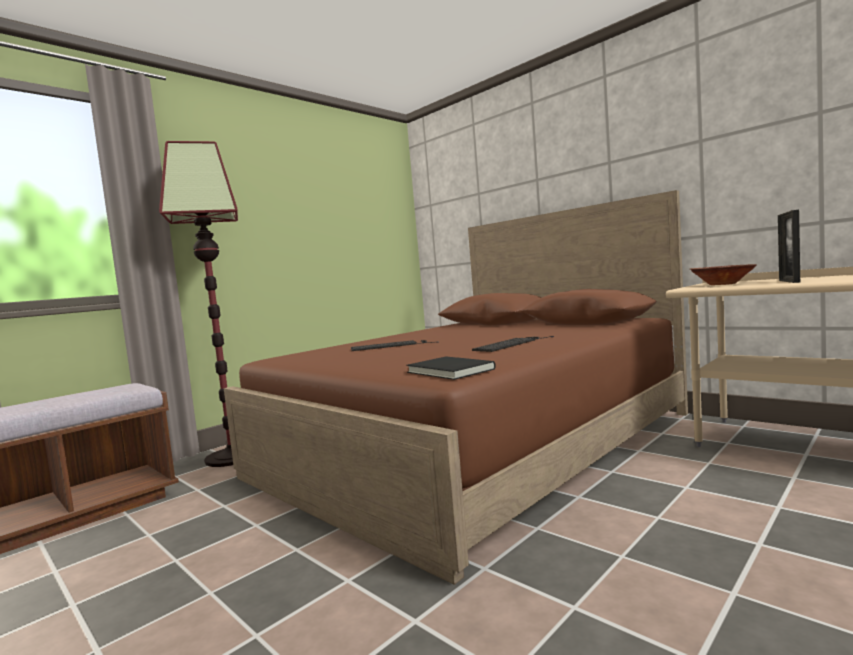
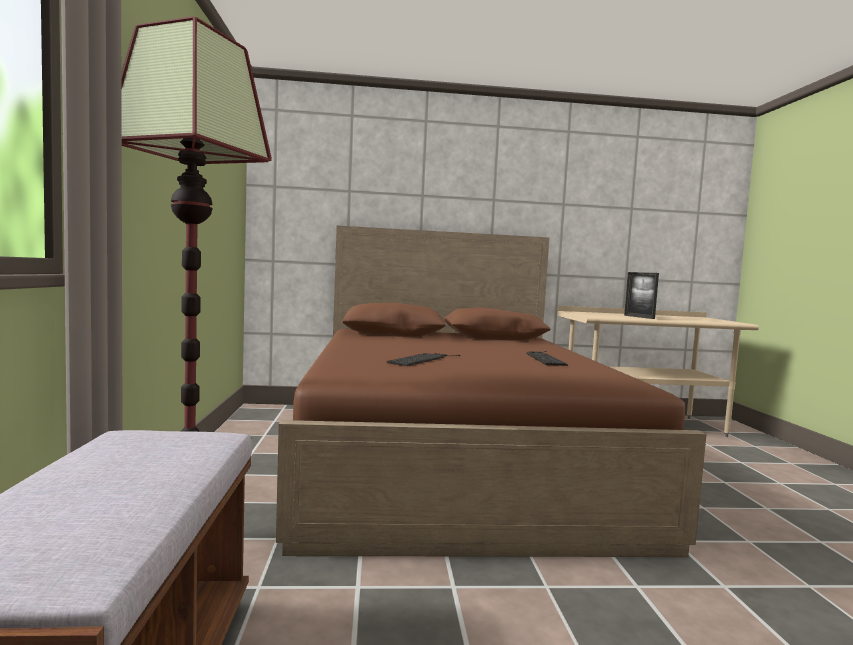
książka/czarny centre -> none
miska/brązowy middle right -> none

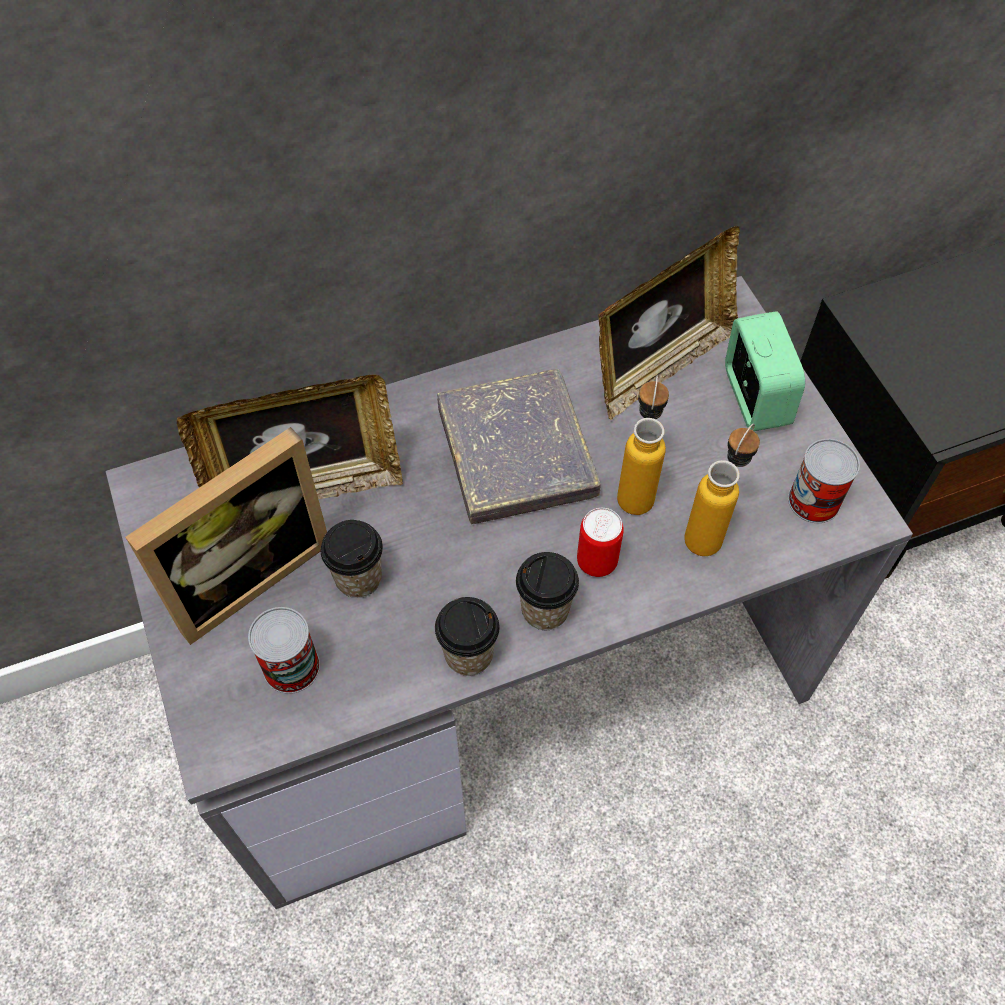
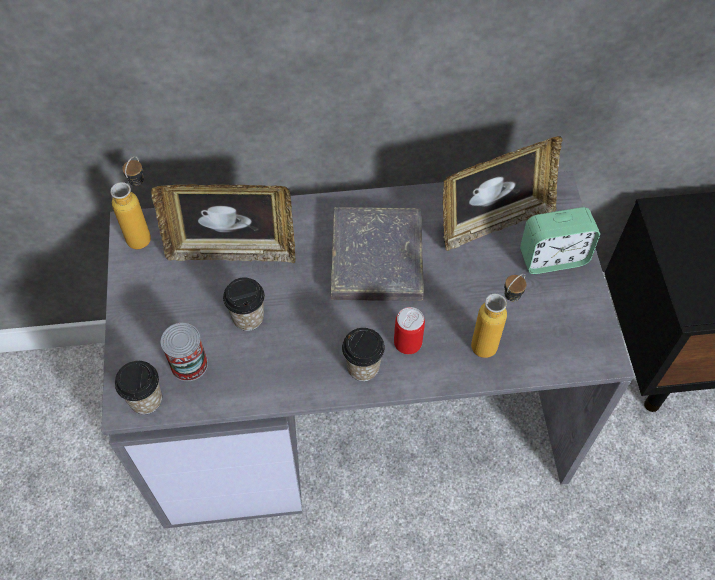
butelka (1st from left) centre -> butelka (1st from left) middle left, move
filiżanka (2nd from left in the first image) centre -> filiżanka (1st from left) bottom left, move
budzik middle right, 75 degrees clockwise
ramka na zdjęcie (1st from left) middle left -> none
puszka (3rd from left) middle right -> none

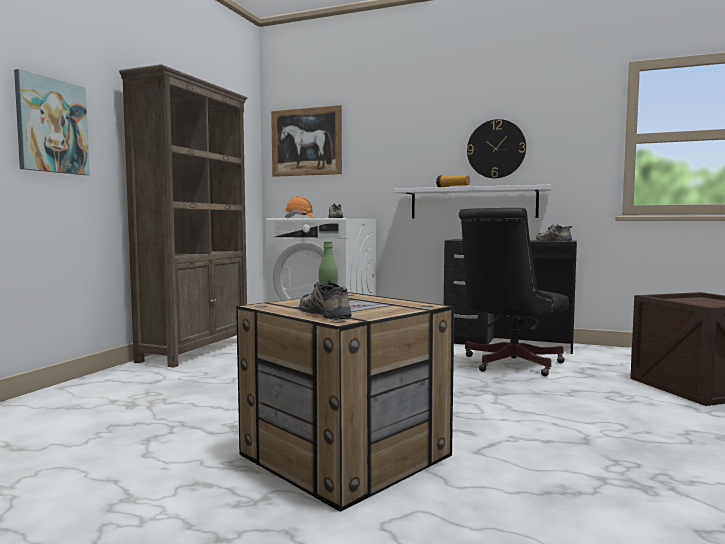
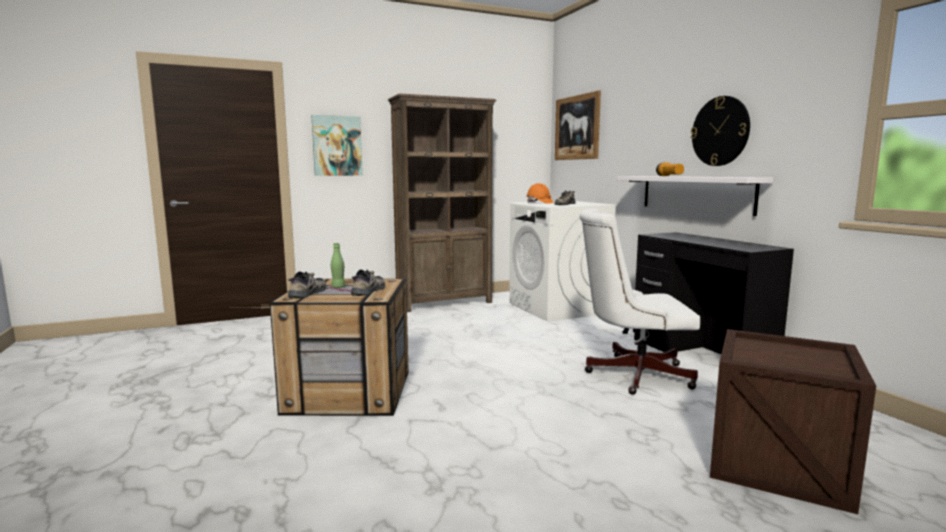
but (3rd from left in the first image) middle right -> but (2nd from left) centre, move
krzesło biurowe/czarny middle right -> krzesło biurowe/biały middle right

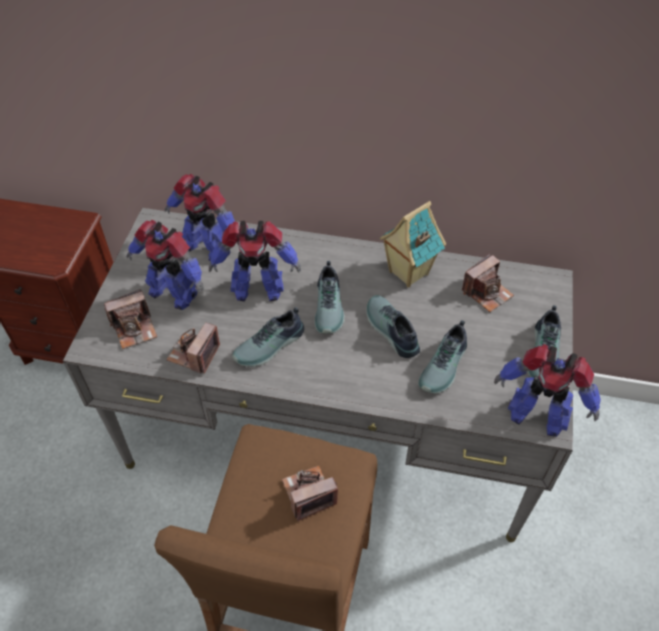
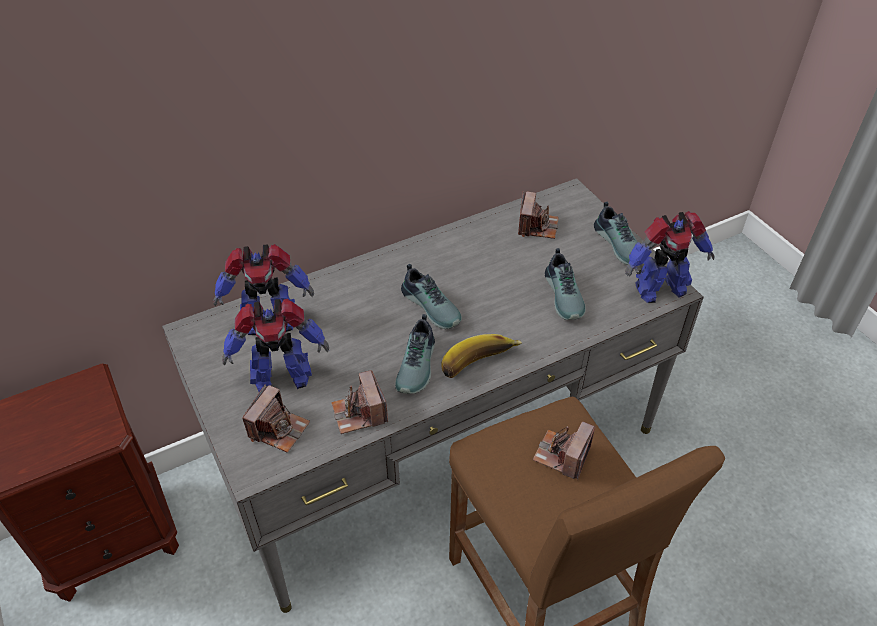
none -> banan centre
robot zabawkowy (3rd from left) centre -> none
but (3rd from left) centre -> none
domek centre -> none

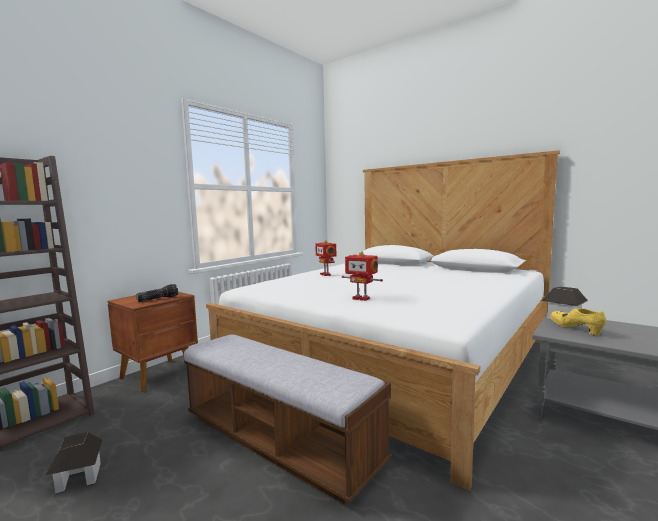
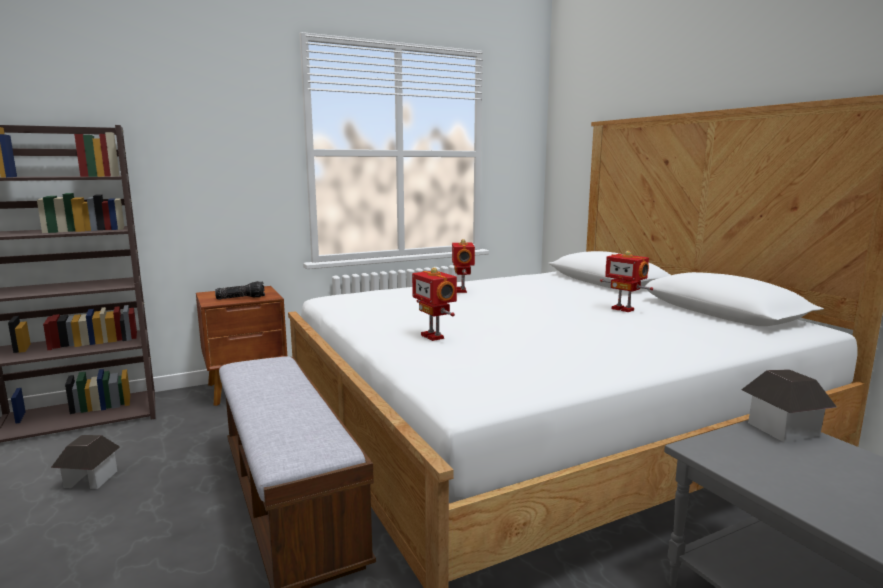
none -> robot zabawkowy (3rd from left) middle right
but/żółty middle right -> none

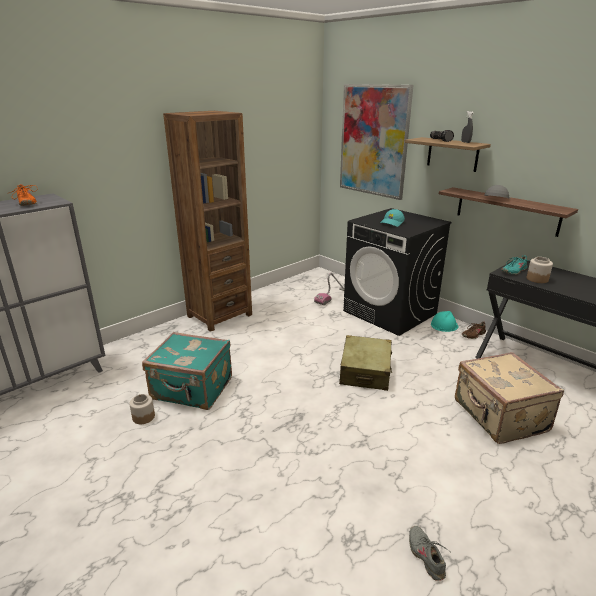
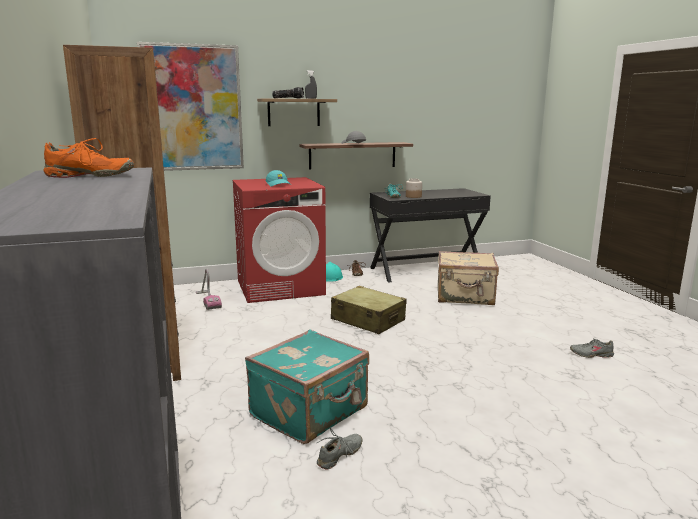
pralka/czarny centre -> pralka/czerwony centre
słoik (1st from left) bottom left -> but/szary (1st from left) bottom centre

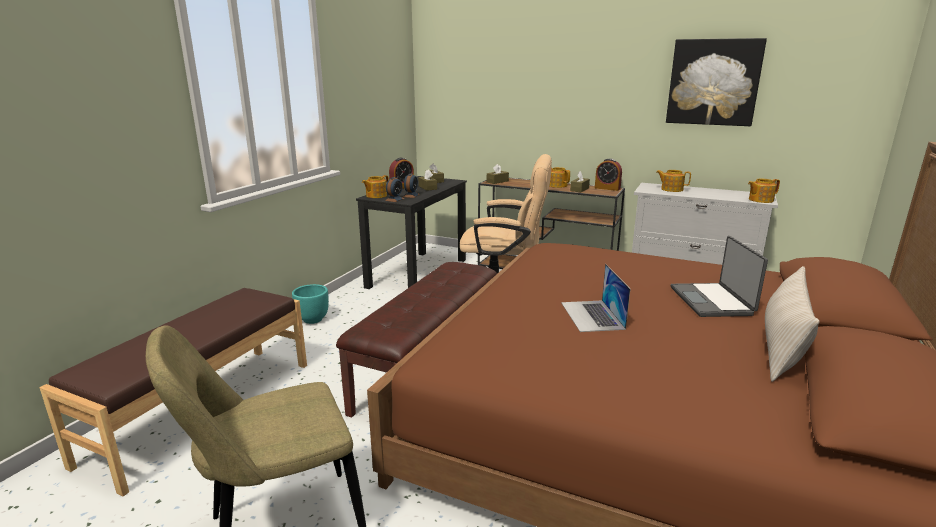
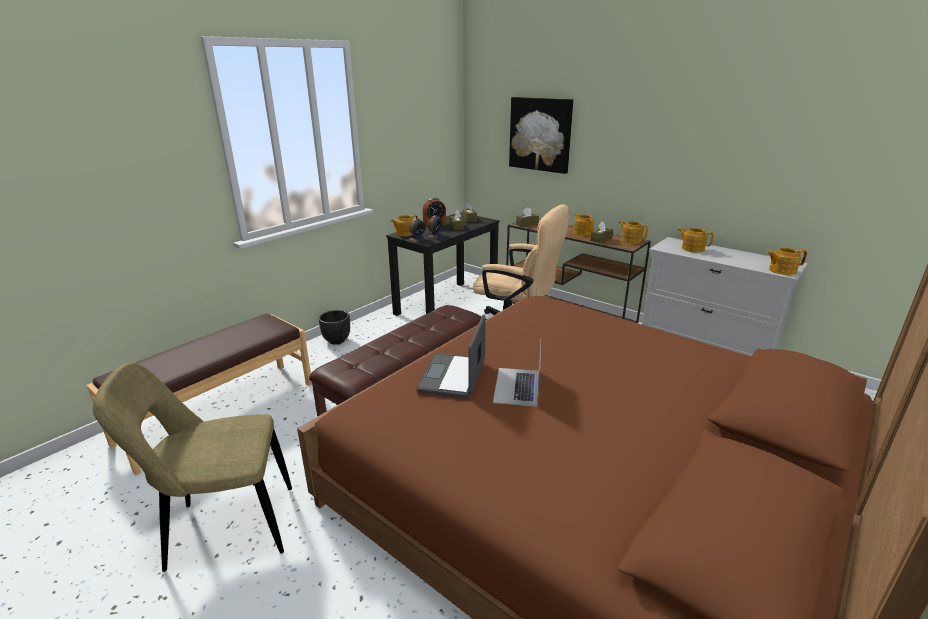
donica/turkusowy middle left -> donica/czarny centre
laptop (2nd from left in the first image) middle right -> laptop (1st from left) centre, move
obraz top right -> obraz top centre, move
budzik (4th from left) top centre -> imbryk (3rd from left) middle right
poduszka/beżowy middle right -> none

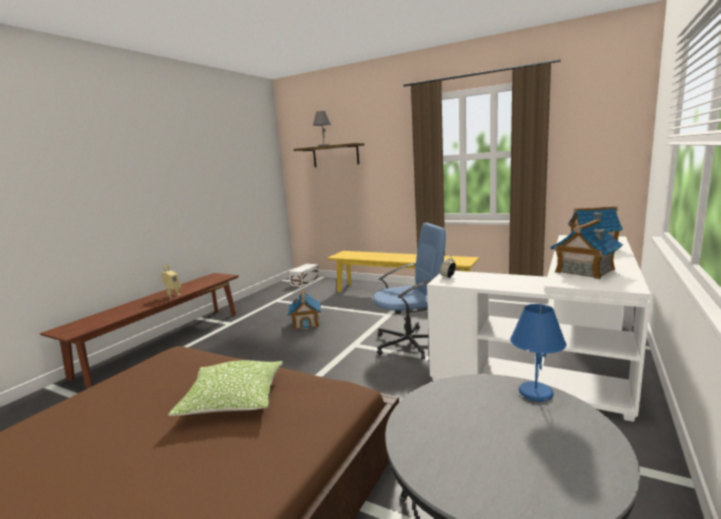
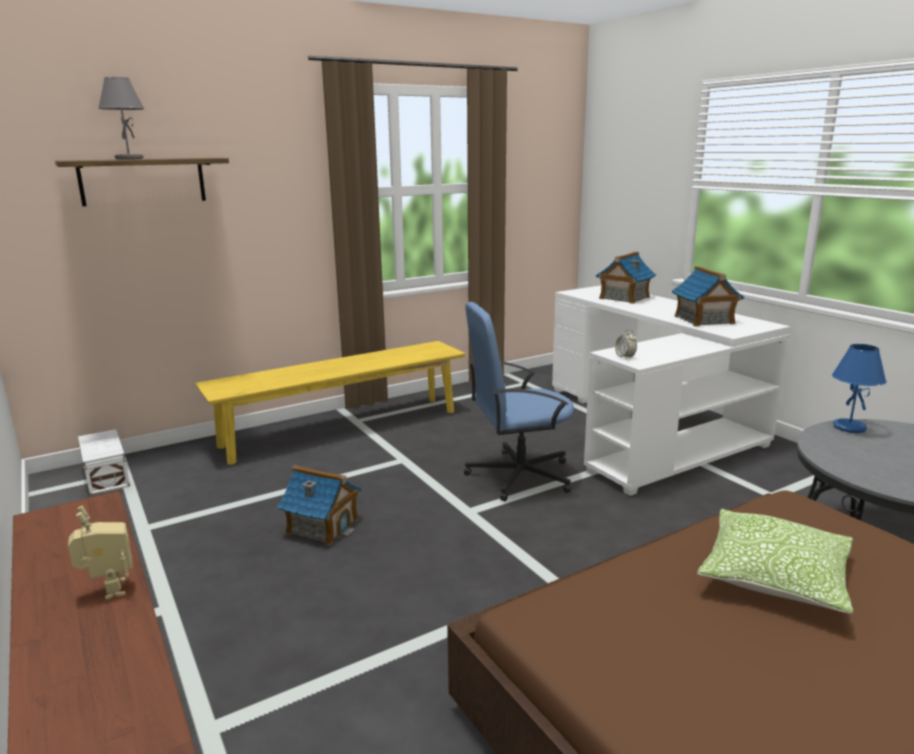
krzesło biurowe/niebieski centre, 120 degrees counterclockwise

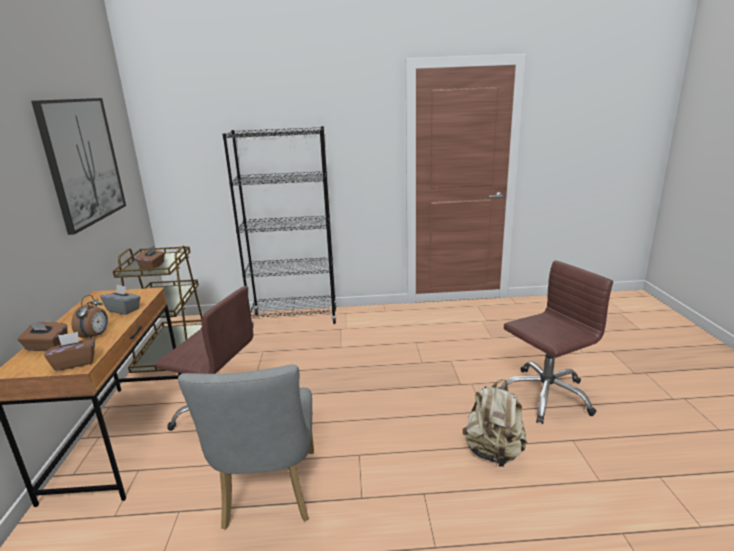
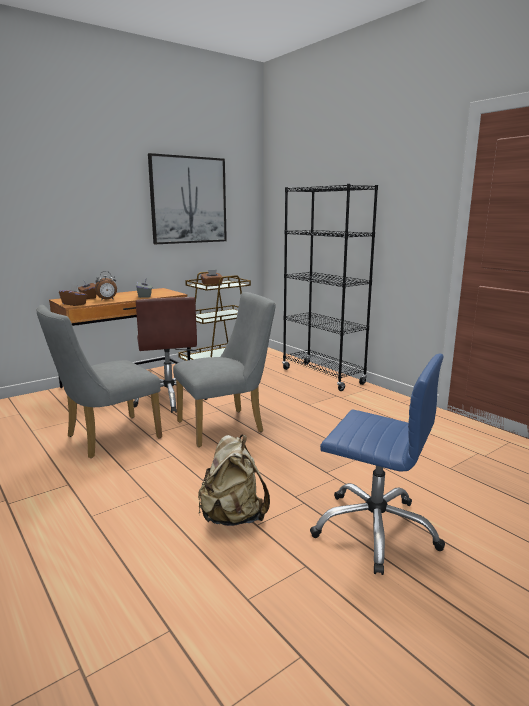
none -> krzesło/szary (2nd from left) centre
krzesło biurowe/brązowy (2nd from left) middle right -> krzesło biurowe/niebieski middle right

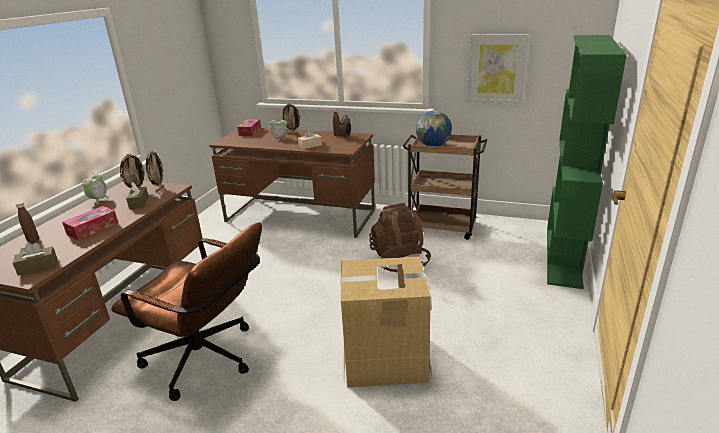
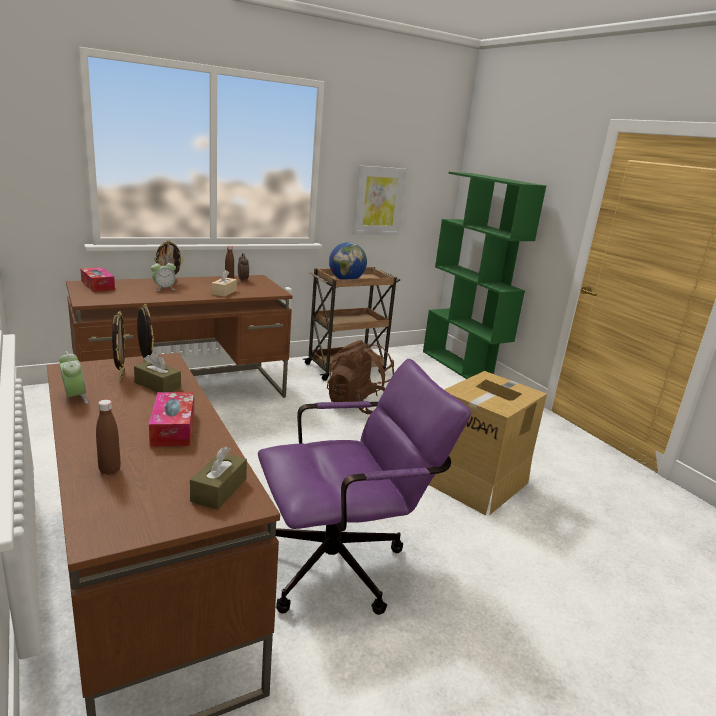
krzesło biurowe/brązowy bottom left -> krzesło biurowe/fioletowy bottom centre

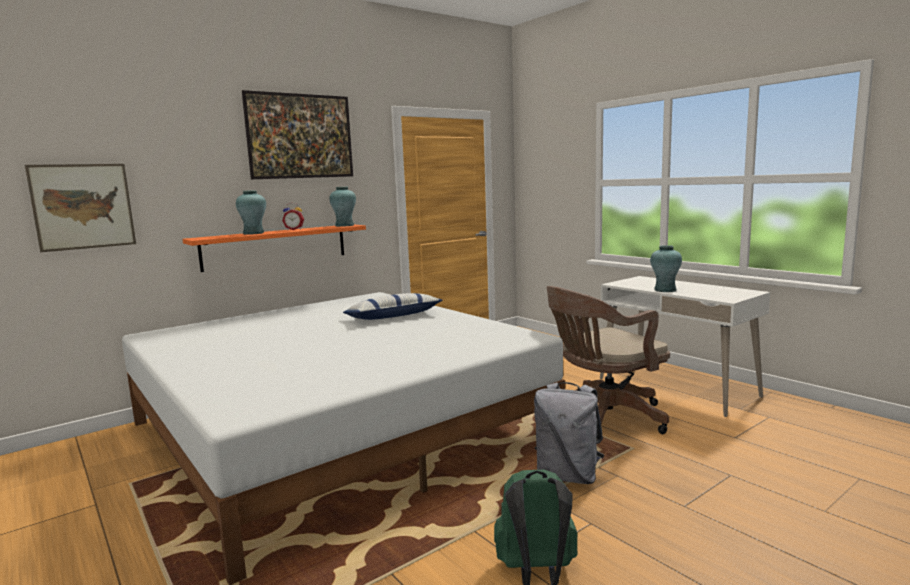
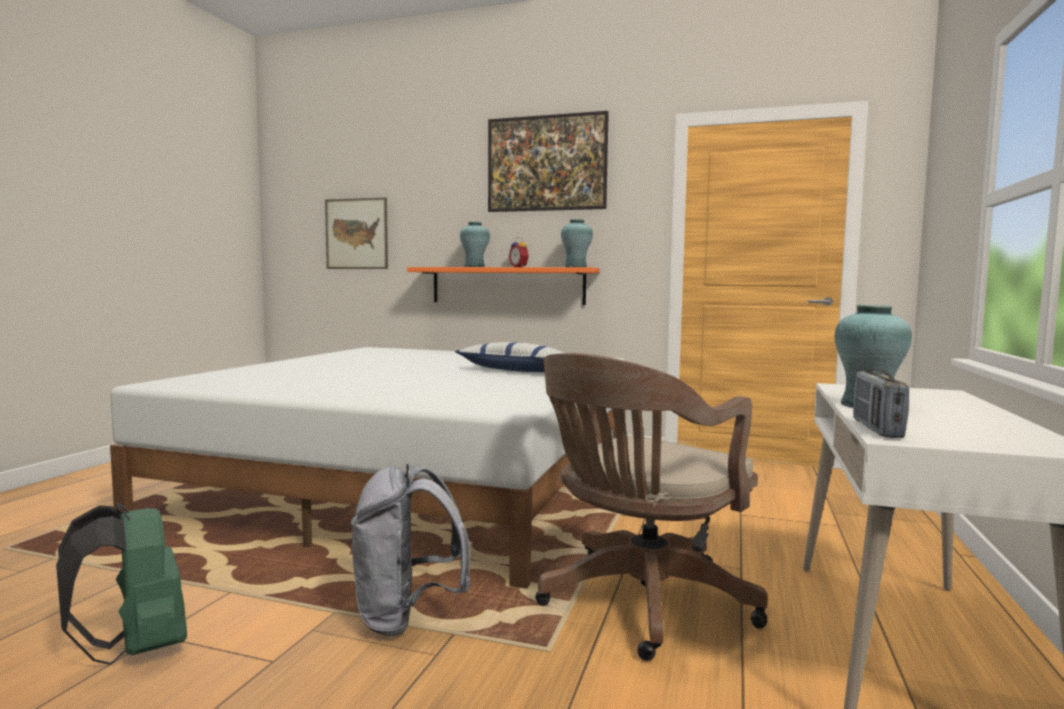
krzesło biurowe/brązowy middle right -> krzesło biurowe/brązowy bottom centre, 75 degrees counterclockwise
none -> radio middle right

